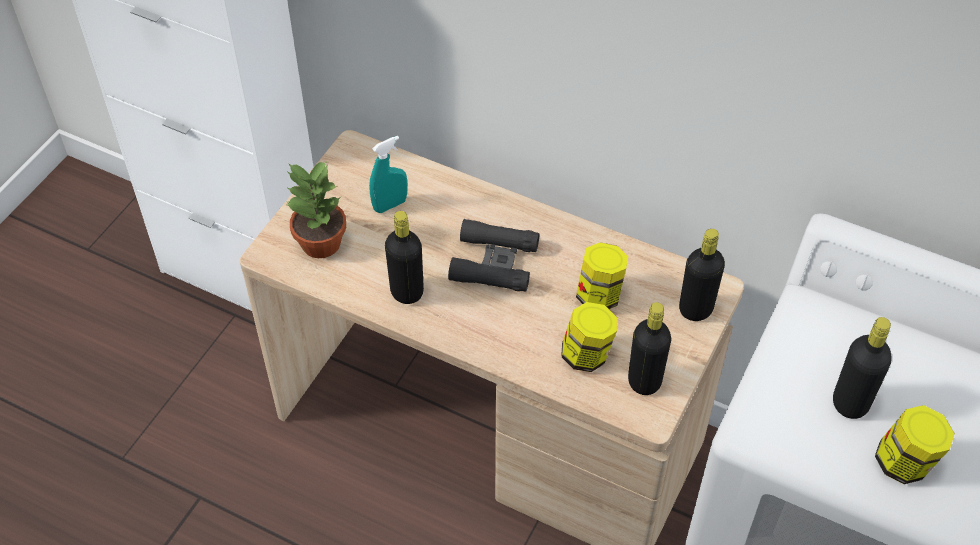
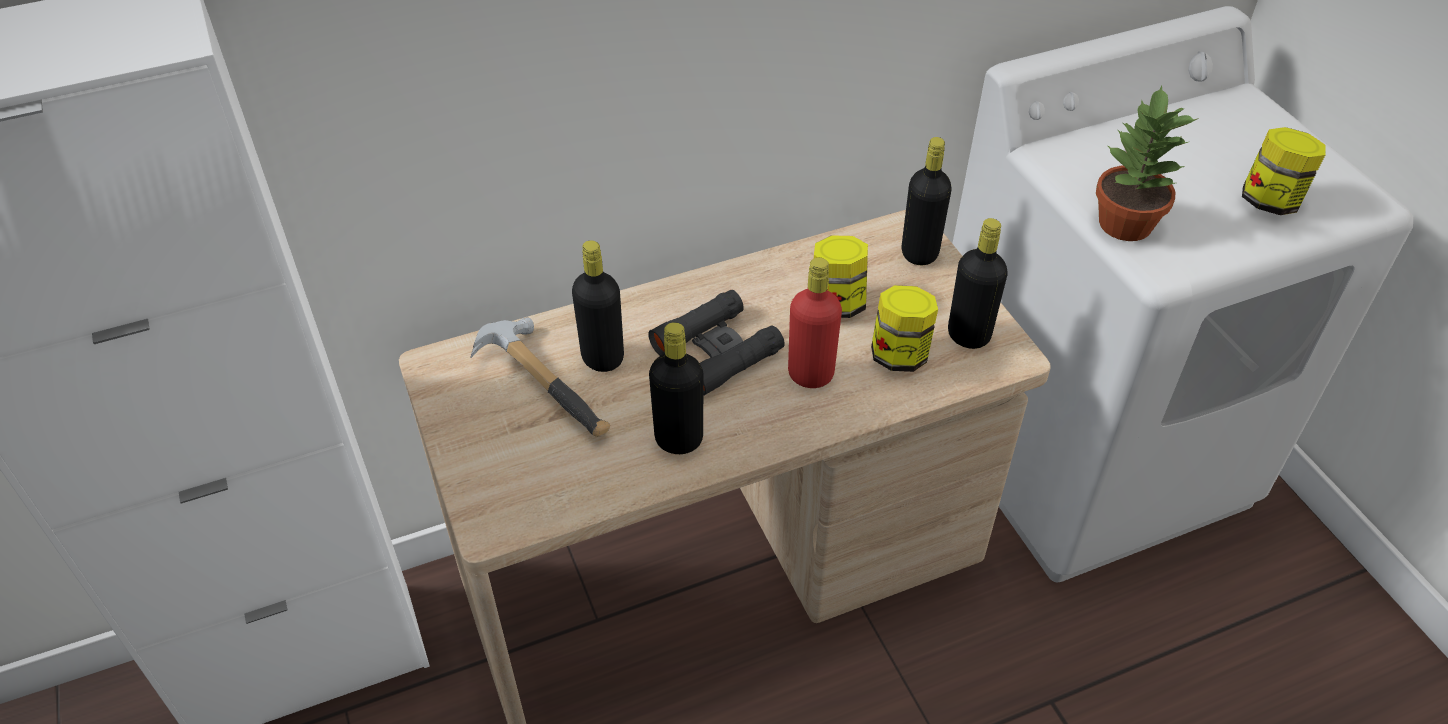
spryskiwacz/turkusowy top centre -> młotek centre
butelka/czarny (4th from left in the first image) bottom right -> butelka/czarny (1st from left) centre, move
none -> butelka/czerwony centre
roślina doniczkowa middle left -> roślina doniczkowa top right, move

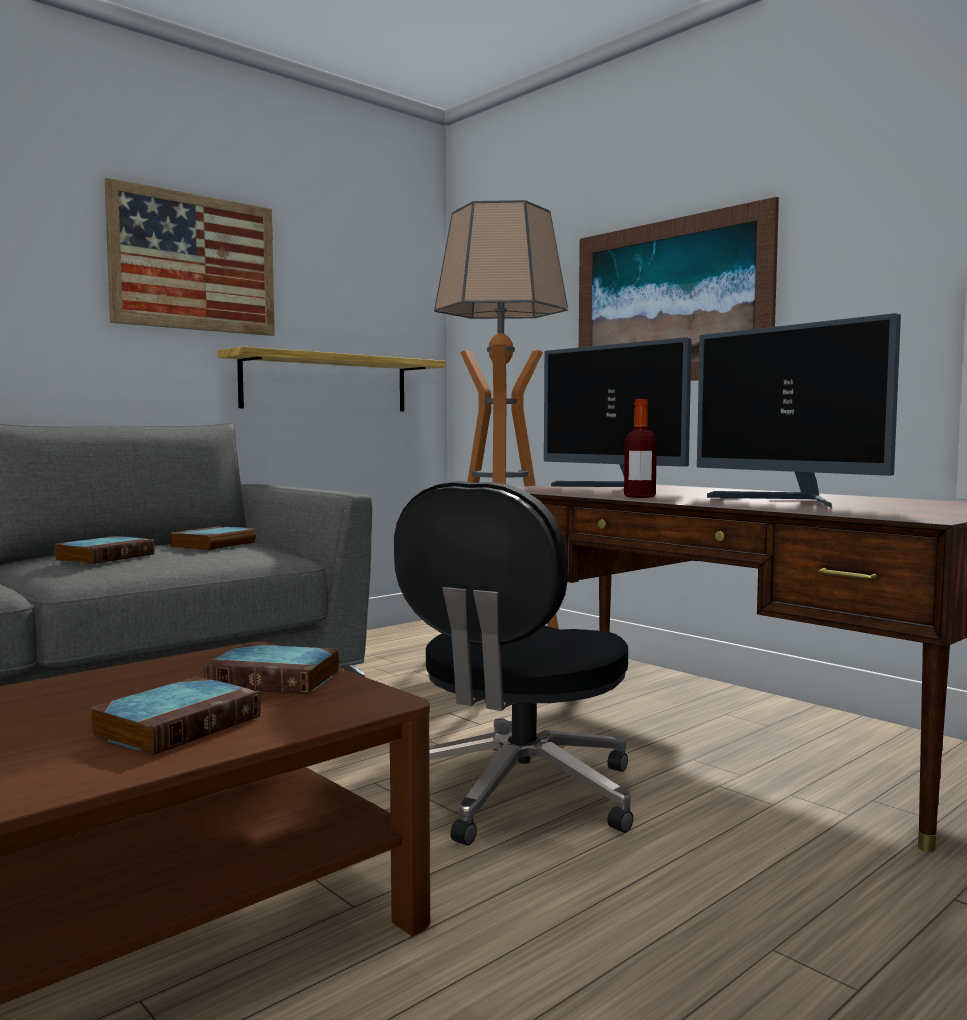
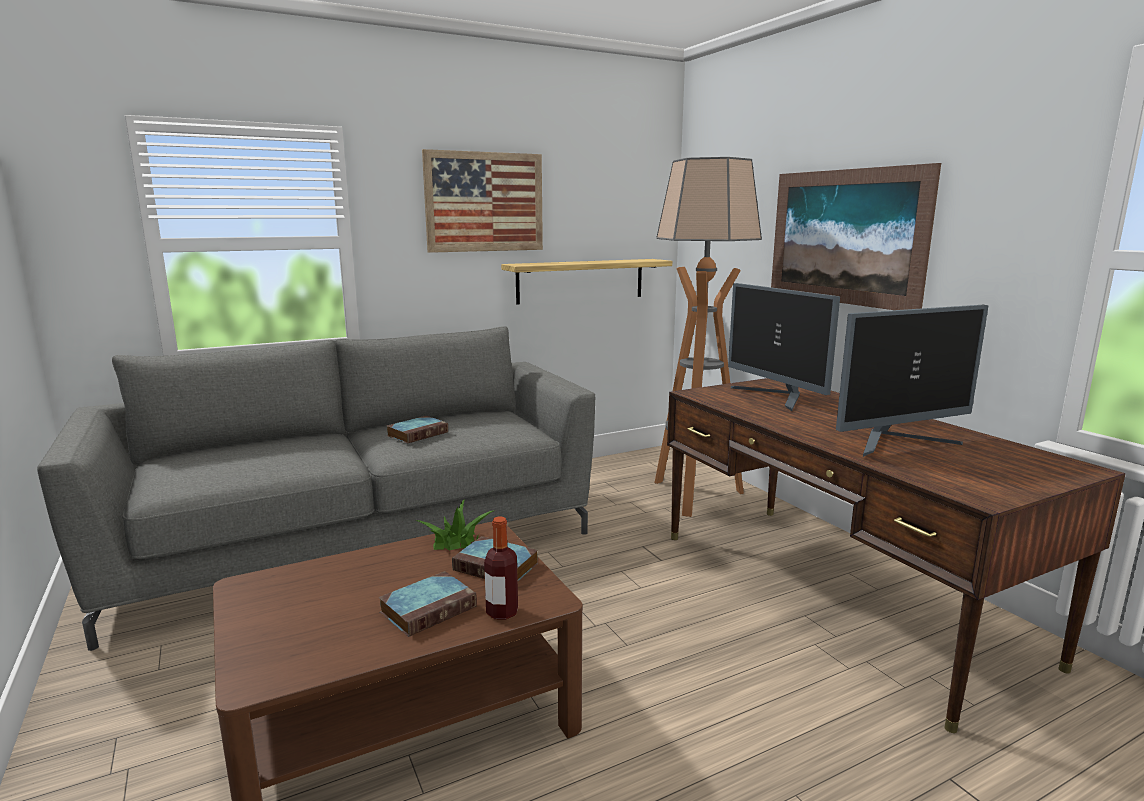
none -> roślina doniczkowa centre
butelka centre -> butelka bottom centre, move
monitor (2nd from left) middle right, 90 degrees counterclockwise
książka (3rd from left) middle left -> none
krzesło biurowe/czarny centre -> none

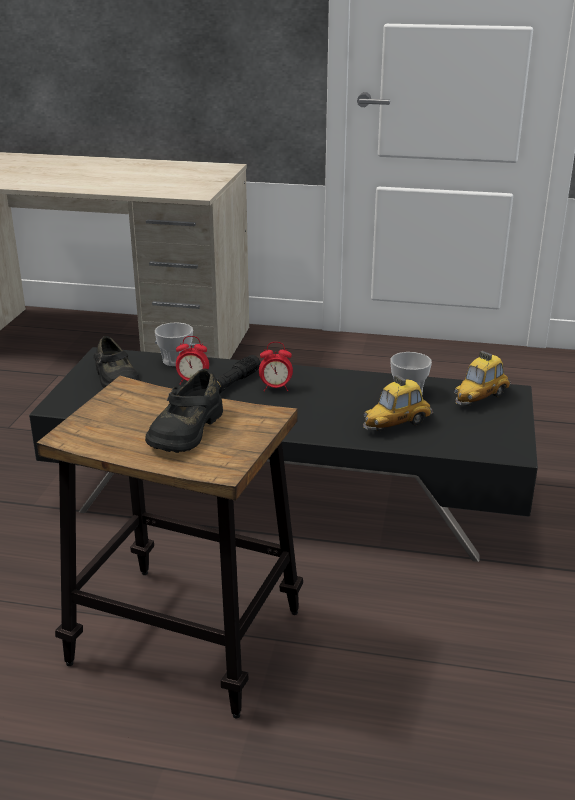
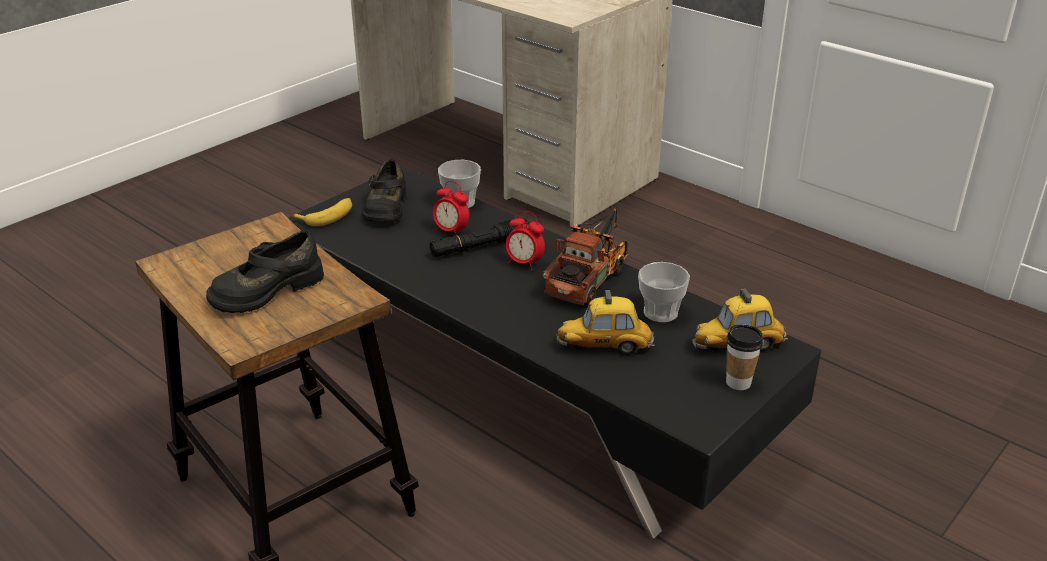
none -> banan middle left
none -> ciężarówka zabawkowa centre
none -> filiżanka (3rd from left) middle right

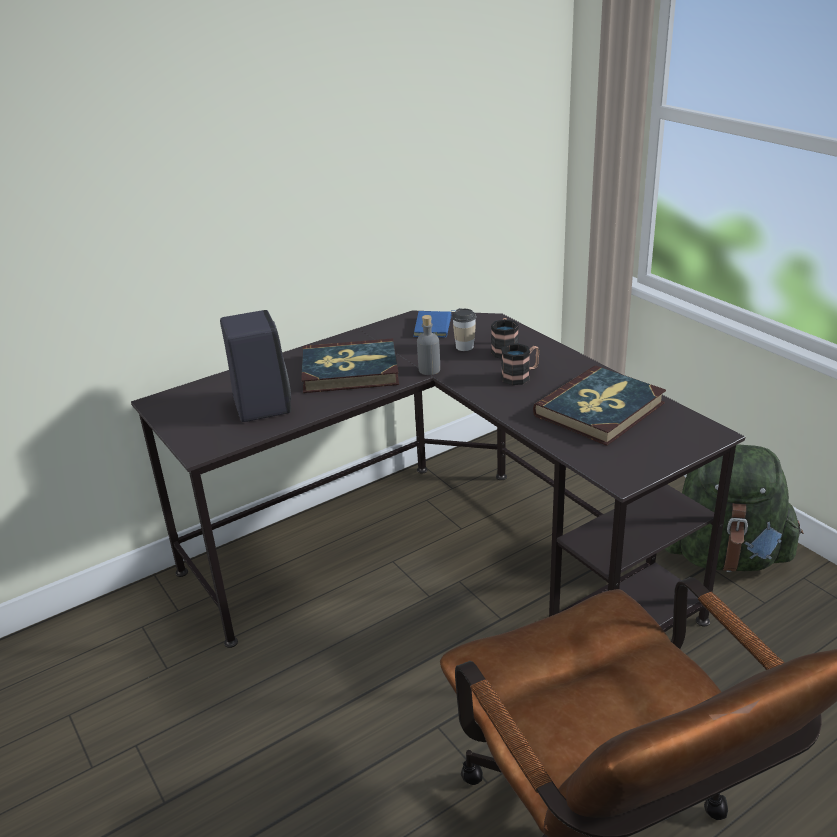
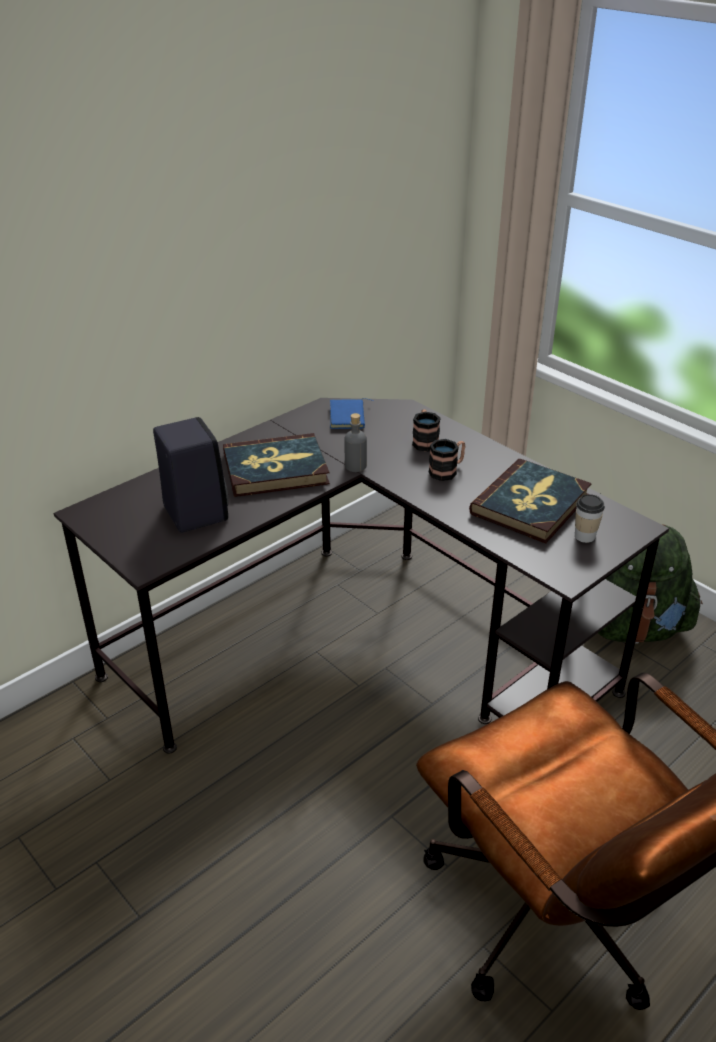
filiżanka centre -> filiżanka middle right, move

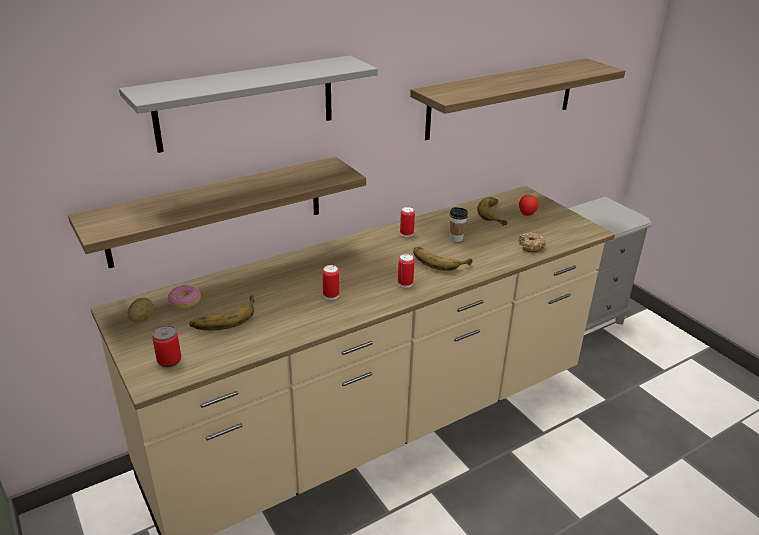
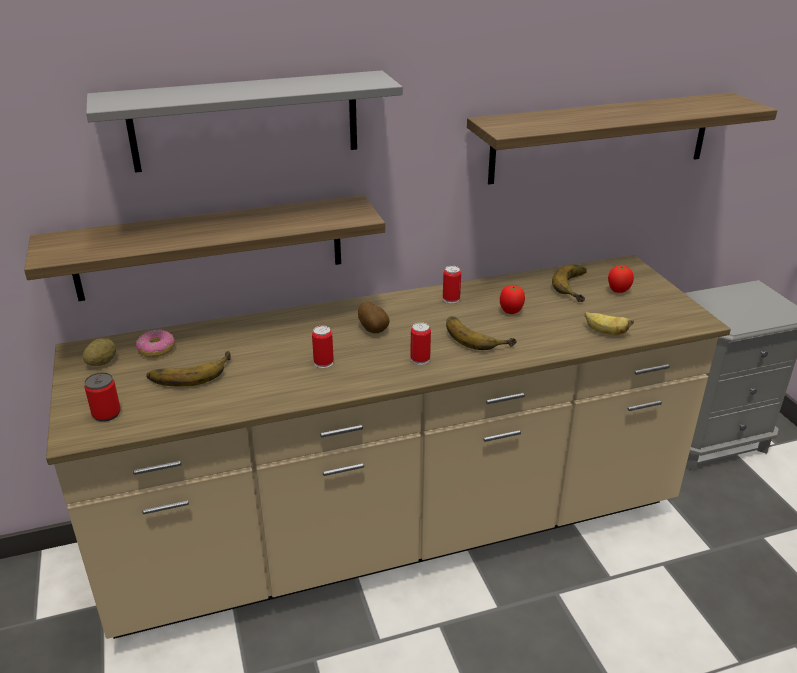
none -> ziemniak (2nd from left) centre
filiżanka centre -> pomidor (1st from left) centre
donut (2nd from left) middle right -> banan (4th from left) middle right

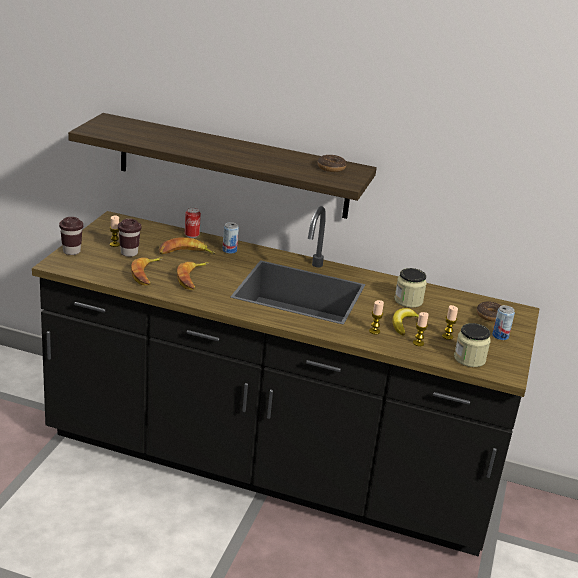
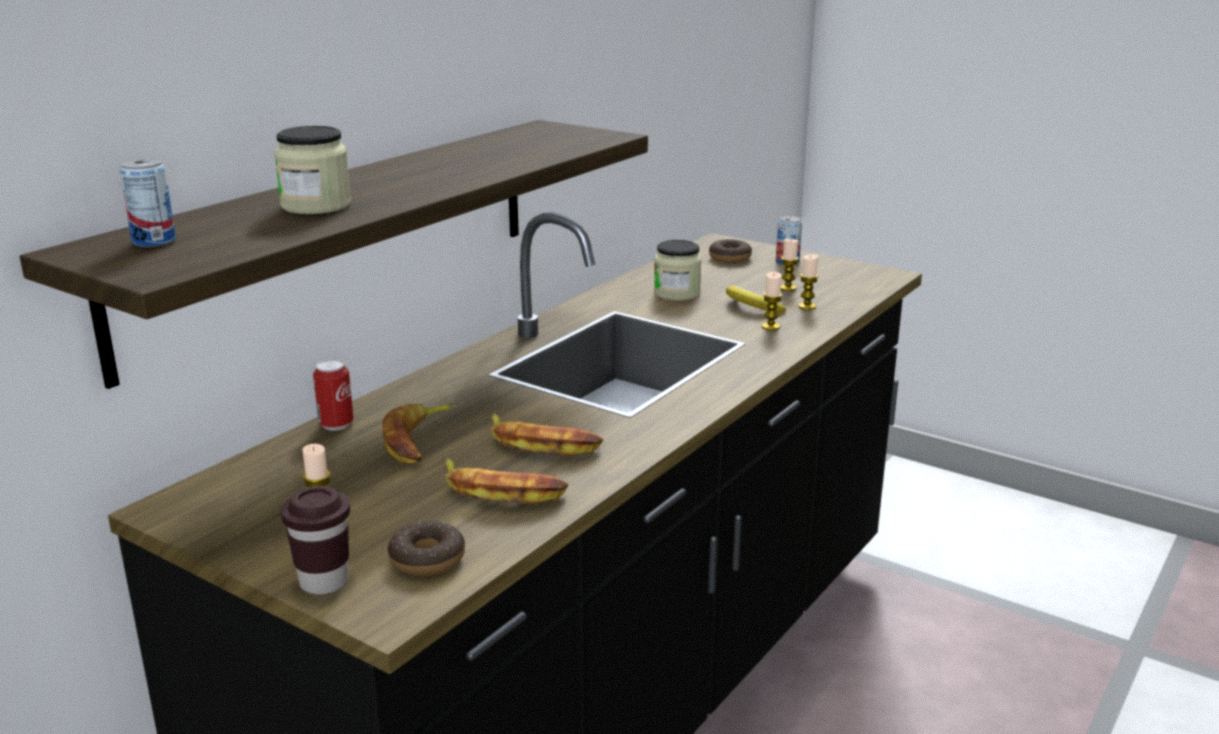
puszka (2nd from left in the first image) centre -> puszka (1st from left) top left, move
słoik (2nd from left in the first image) middle right -> słoik (1st from left) top left, move
donut (1st from left) top centre -> donut (1st from left) bottom centre, move
filiżanka/brązowy (2nd from left) middle left -> none

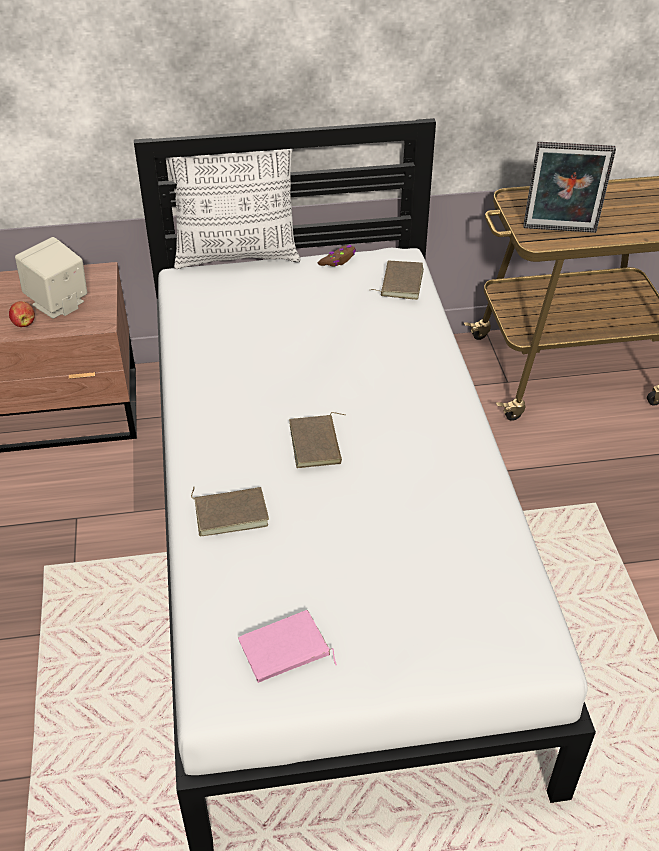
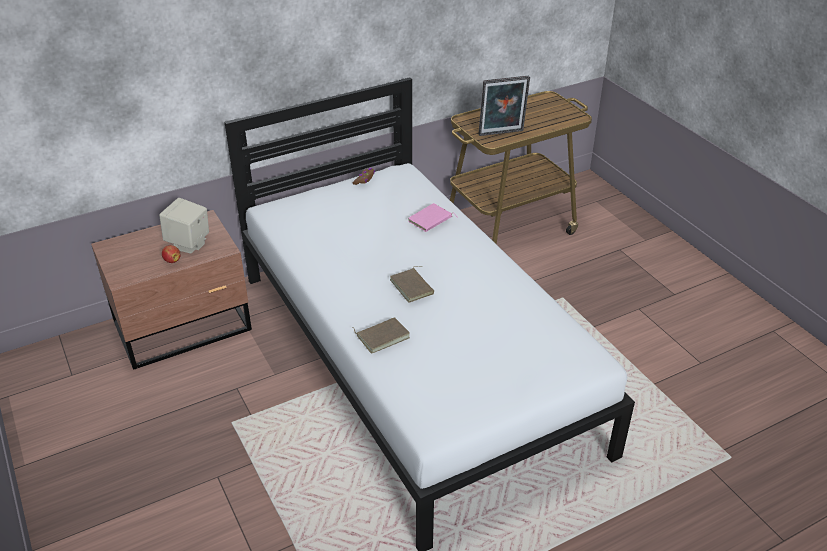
książka/różowy bottom centre -> książka/różowy centre, move
poduszka top centre -> none
książka/brązowy (3rd from left) top centre -> none

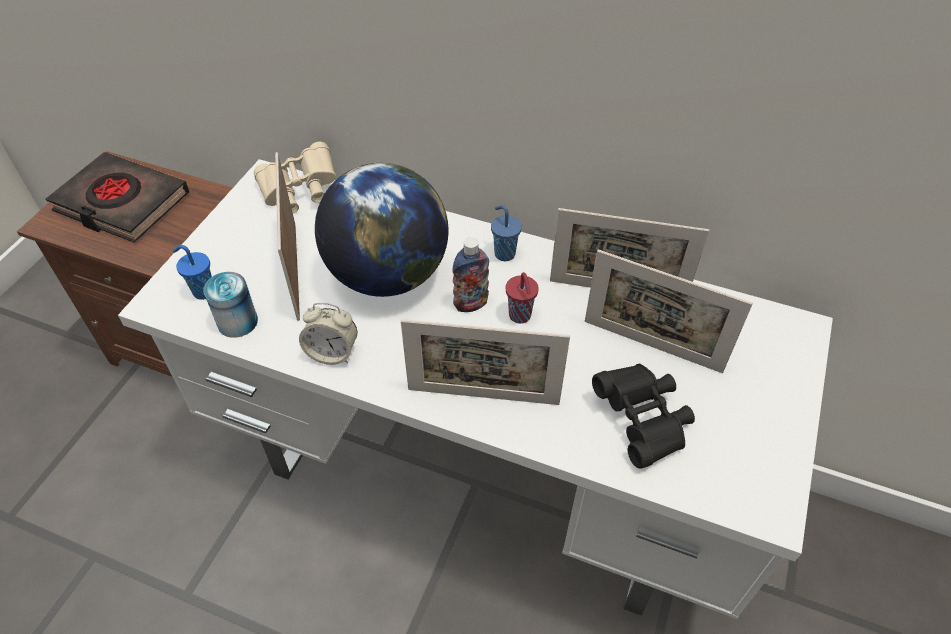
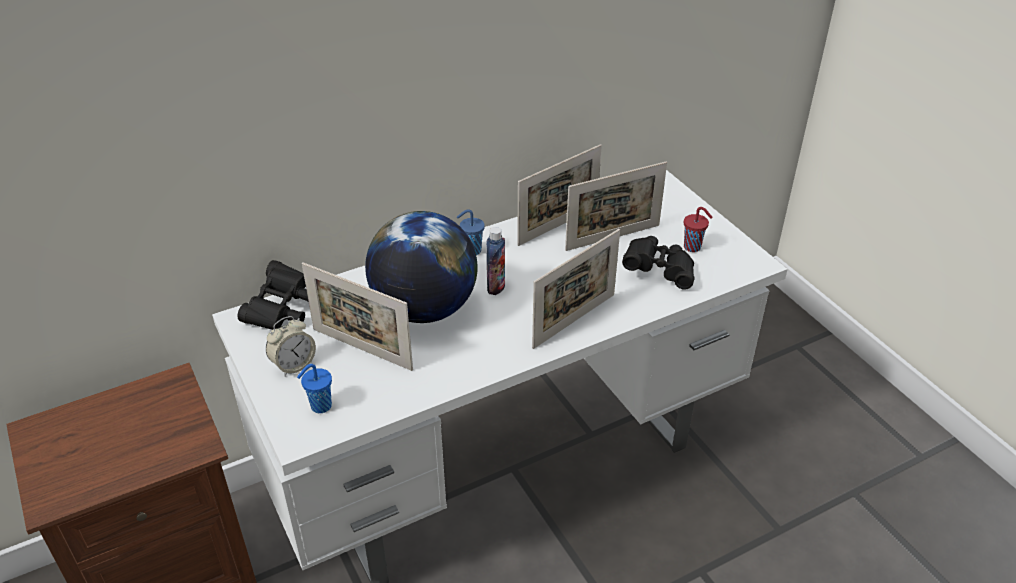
lornetka/beżowy top left -> lornetka/czarny (1st from left) middle left
budzik centre -> budzik middle left, move
filiżanka/czerwony centre -> filiżanka/czerwony middle right, move
książka/czarny top left -> none
puszka middle left -> none

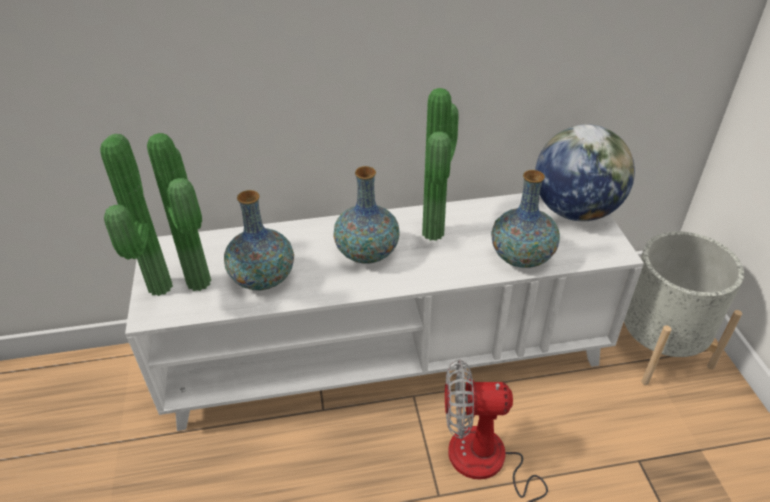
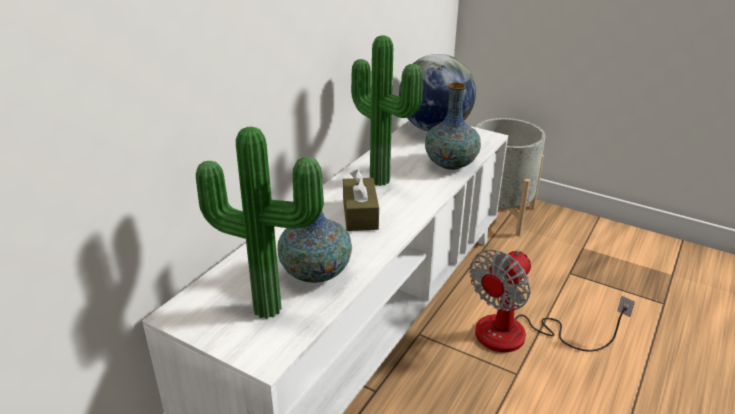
wazon (2nd from left) centre -> pudełko chusteczek/brązowy centre
roślina doniczkowa (1st from left) middle left -> none

